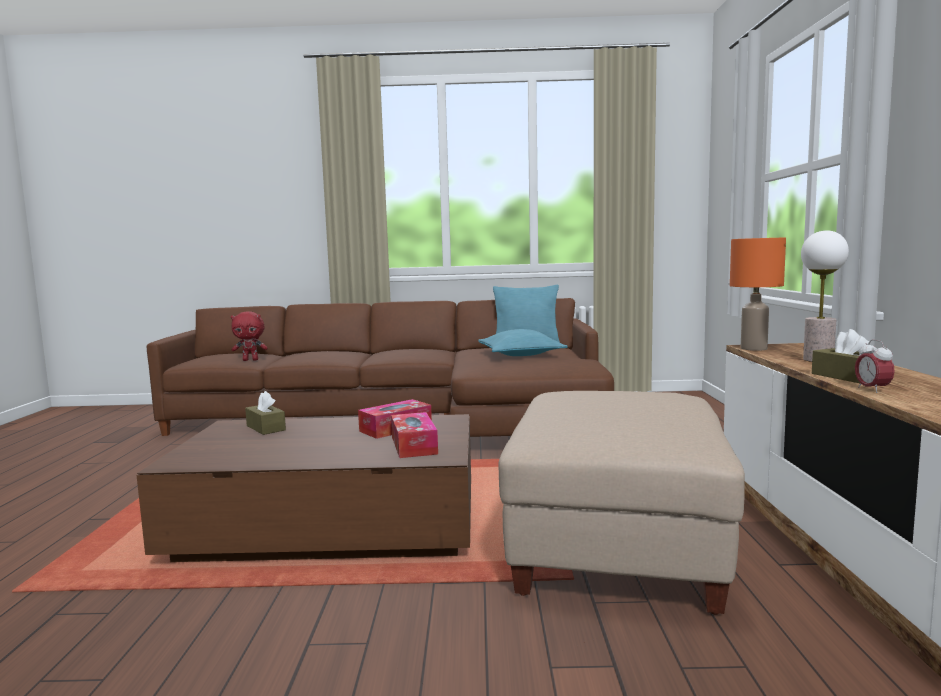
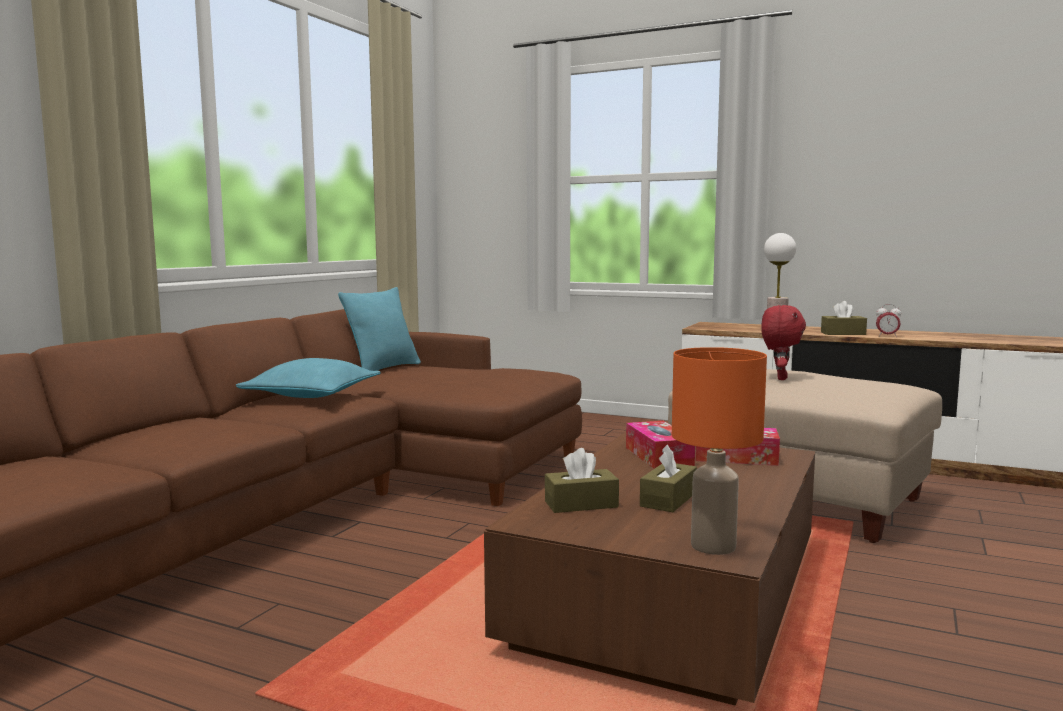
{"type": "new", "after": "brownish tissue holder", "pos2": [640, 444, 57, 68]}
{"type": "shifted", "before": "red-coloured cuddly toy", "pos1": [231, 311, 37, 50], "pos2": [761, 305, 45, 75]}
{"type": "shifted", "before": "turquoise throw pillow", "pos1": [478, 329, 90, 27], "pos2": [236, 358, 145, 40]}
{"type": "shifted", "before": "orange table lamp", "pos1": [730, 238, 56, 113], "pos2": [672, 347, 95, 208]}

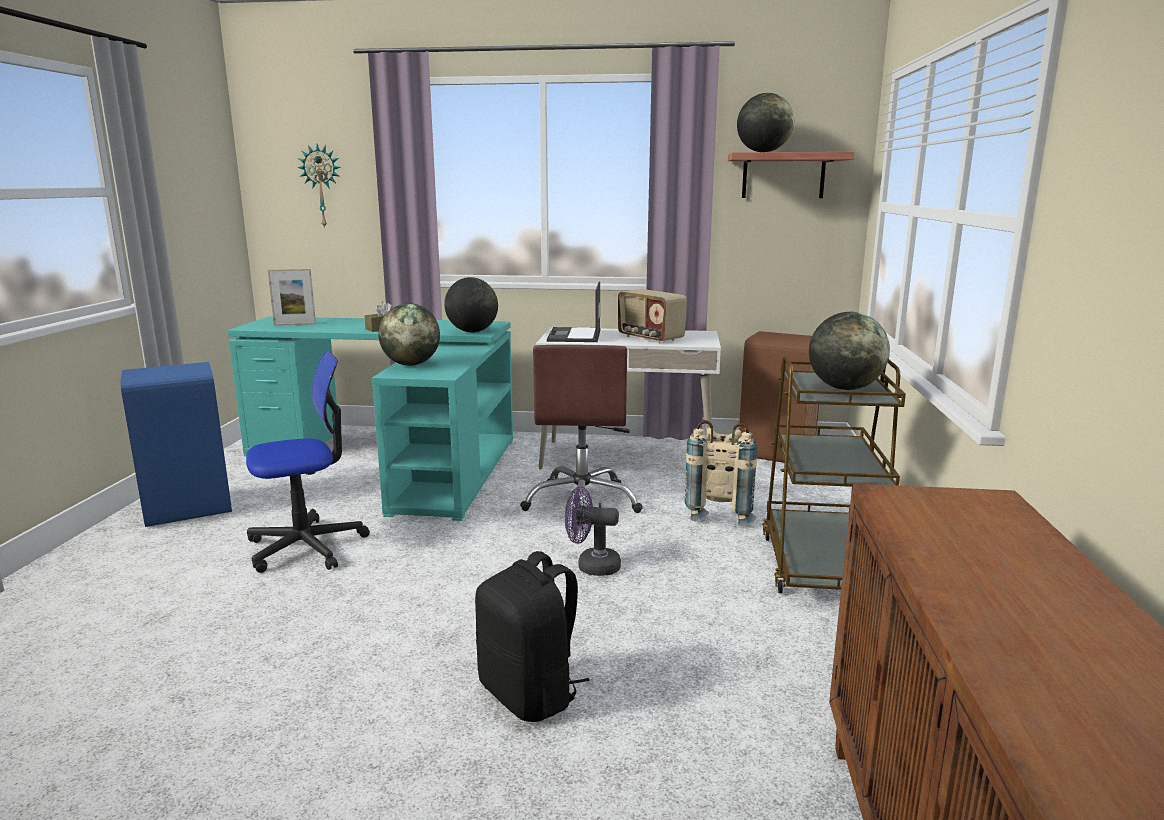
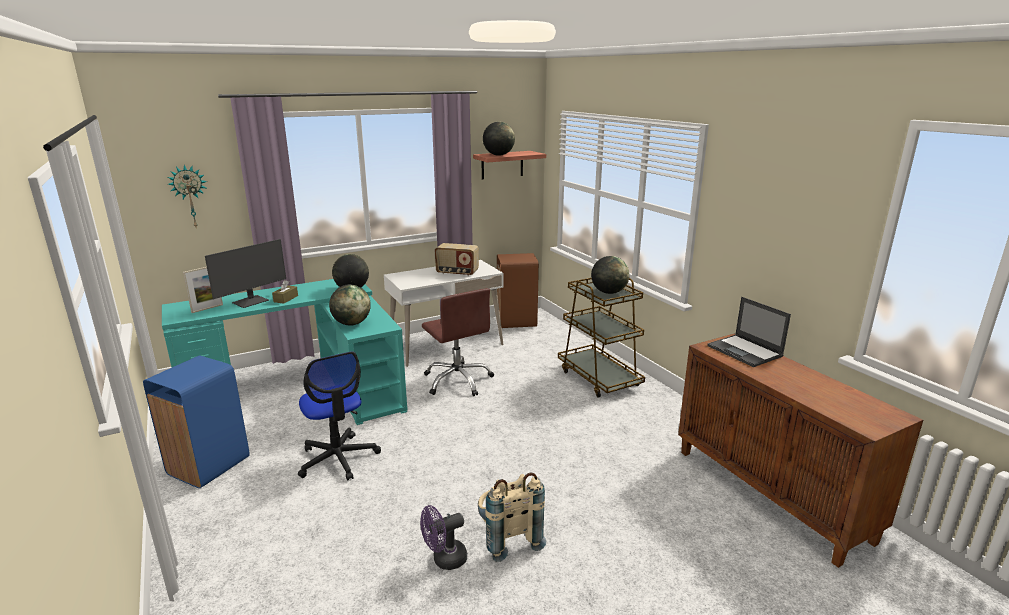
{"type": "gone", "before": "black knapsack", "pos1": [475, 551, 115, 171]}
{"type": "new", "after": "computer display", "pos2": [205, 239, 81, 69]}
{"type": "shifted", "before": "notebook computer", "pos1": [547, 281, 53, 61], "pos2": [707, 297, 84, 70]}
{"type": "shifted", "before": "purplish cooling fan", "pos1": [565, 486, 56, 90], "pos2": [420, 505, 47, 65]}
{"type": "shifted", "before": "beige-coloured knapsack", "pos1": [685, 420, 72, 106], "pos2": [478, 472, 68, 90]}
{"type": "rotated", "before": "office chair", "pos1": [246, 351, 124, 222], "pos2": [298, 351, 83, 130], "turn": 120}

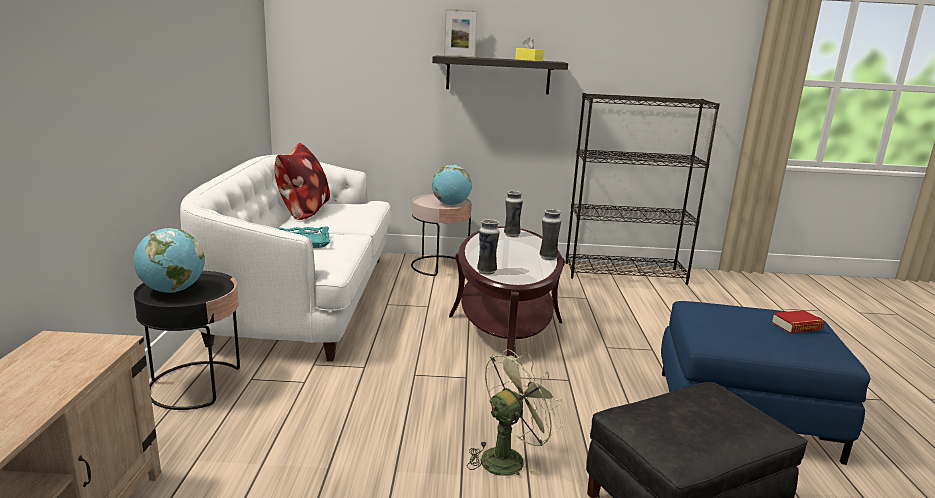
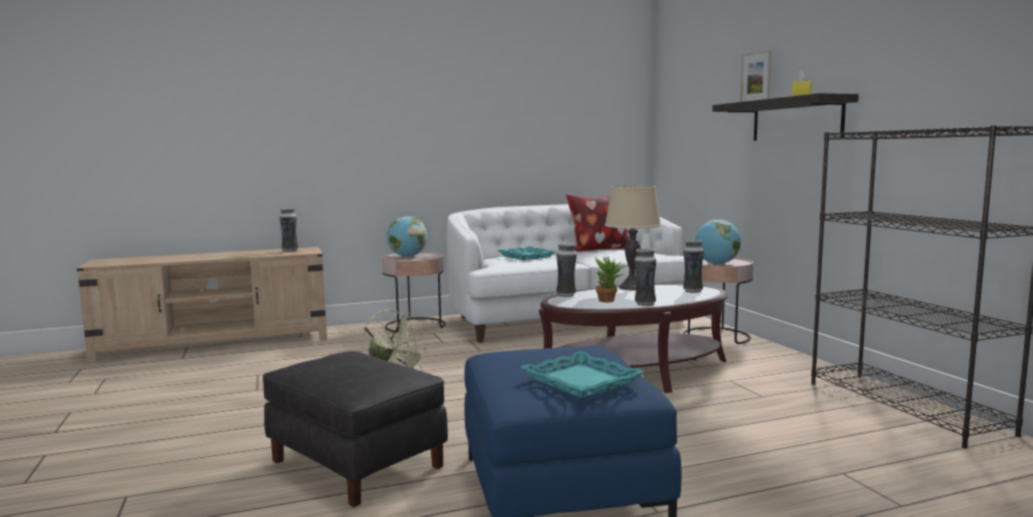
{"type": "new", "after": "decorative vase", "pos2": [280, 208, 19, 44]}
{"type": "new", "after": "plant in a pot", "pos2": [595, 257, 33, 46]}
{"type": "new", "after": "beige-coloured table lamp", "pos2": [605, 185, 56, 105]}
{"type": "swapped", "before": "volume", "after": "turquoise carrying tray", "pos1": [771, 310, 53, 23], "pos2": [520, 351, 124, 47]}
{"type": "repainted", "before": "black side table", "after": "pink side table", "pos1": [134, 271, 106, 139], "pos2": [382, 252, 64, 81]}

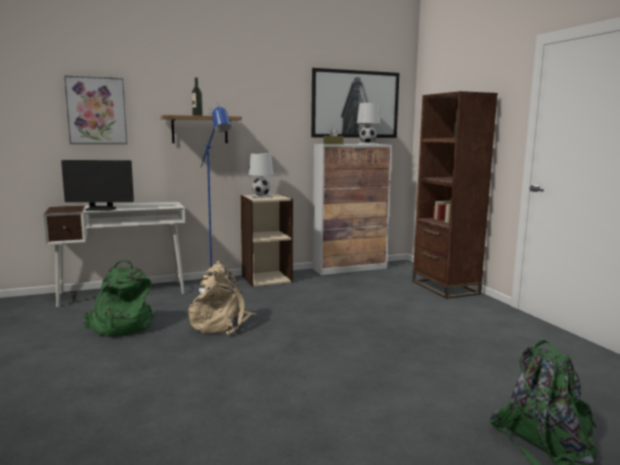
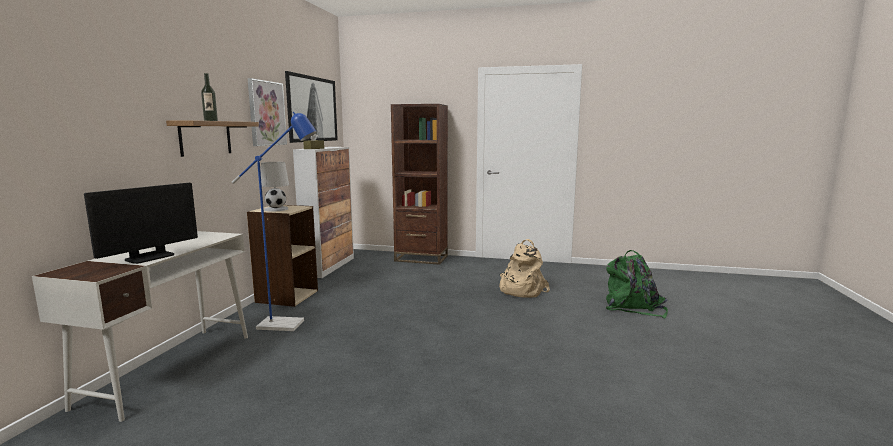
{"type": "gone", "before": "greenish knapsack", "pos1": [82, 259, 73, 78]}
{"type": "gone", "before": "whitish table lamp", "pos1": [357, 103, 23, 42]}
{"type": "shifted", "before": "picture", "pos1": [64, 75, 63, 69], "pos2": [247, 78, 40, 68]}
{"type": "shifted", "before": "beige-coloured knapsack", "pos1": [188, 260, 68, 75], "pos2": [499, 239, 51, 59]}

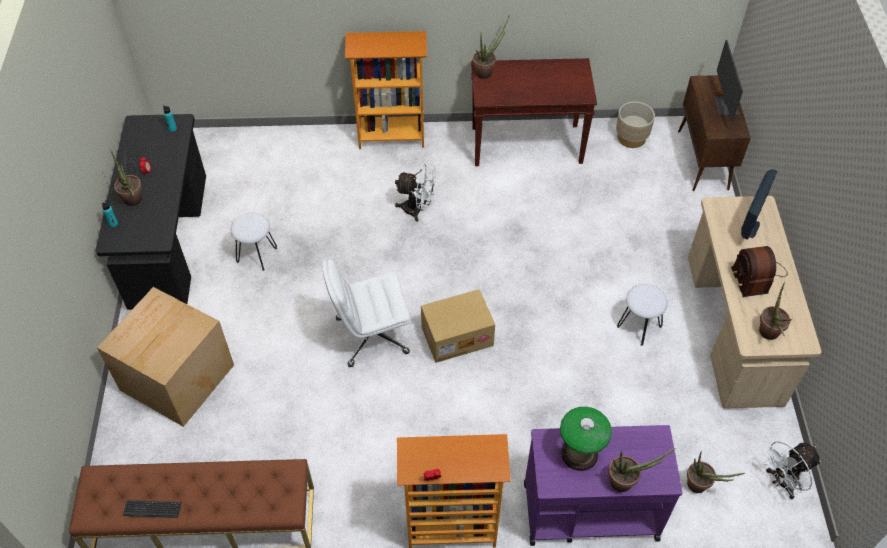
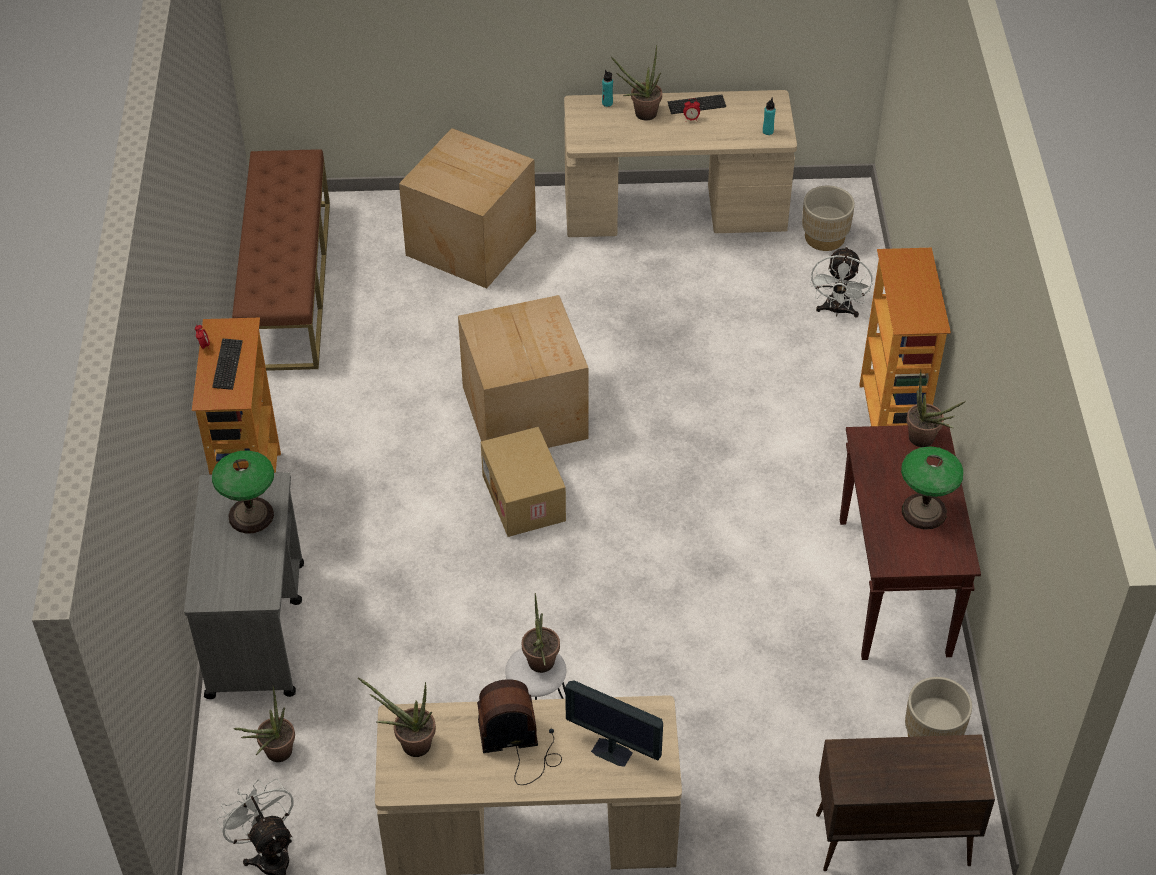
{"type": "gone", "before": "whitish stool", "pos1": [230, 213, 47, 58]}
{"type": "gone", "before": "computer display", "pos1": [714, 40, 29, 81]}
{"type": "new", "after": "beige-coloured plant pot", "pos2": [802, 186, 53, 65]}
{"type": "new", "after": "table lamp", "pos2": [901, 446, 63, 83]}
{"type": "shifted", "before": "keyboard", "pos1": [123, 500, 59, 18], "pos2": [212, 338, 31, 52]}
{"type": "shifted", "before": "whitish cooling fan", "pos1": [395, 164, 42, 58], "pos2": [810, 246, 63, 72]}
{"type": "shifted", "before": "plant in a pot", "pos1": [608, 448, 67, 44], "pos2": [522, 593, 38, 80]}
{"type": "swapped", "before": "whitish office chair", "after": "packing box", "pos1": [322, 259, 89, 108], "pos2": [458, 295, 131, 153]}
{"type": "repainted", "before": "black desk unit", "after": "beige-coloured desk unit", "pos1": [96, 114, 110, 196], "pos2": [564, 90, 233, 147]}
{"type": "repainted", "before": "purplish trolley", "after": "gray trolley", "pos1": [524, 425, 159, 121], "pos2": [184, 472, 120, 227]}

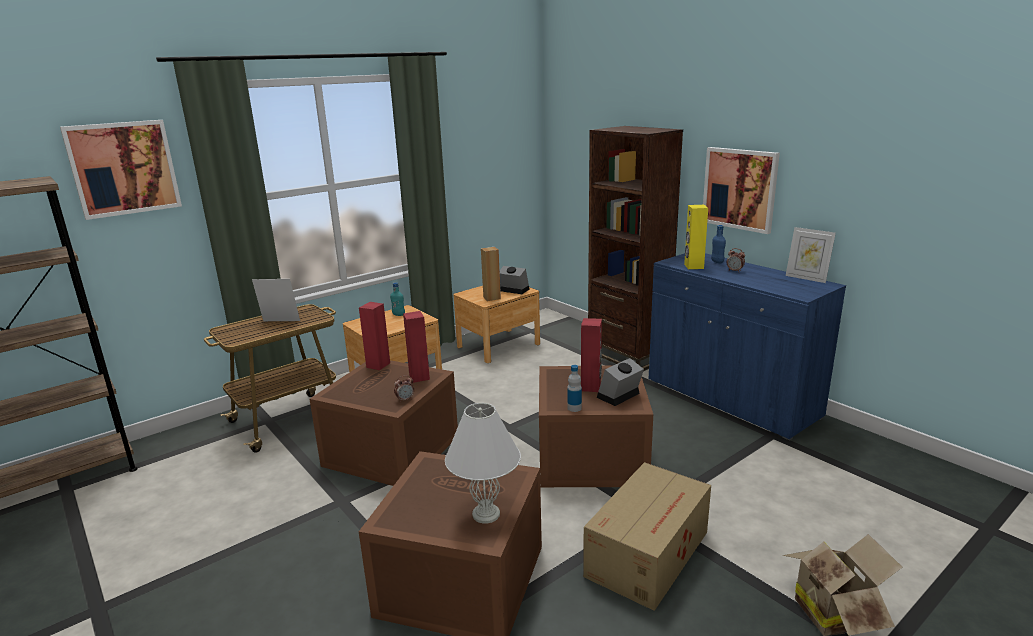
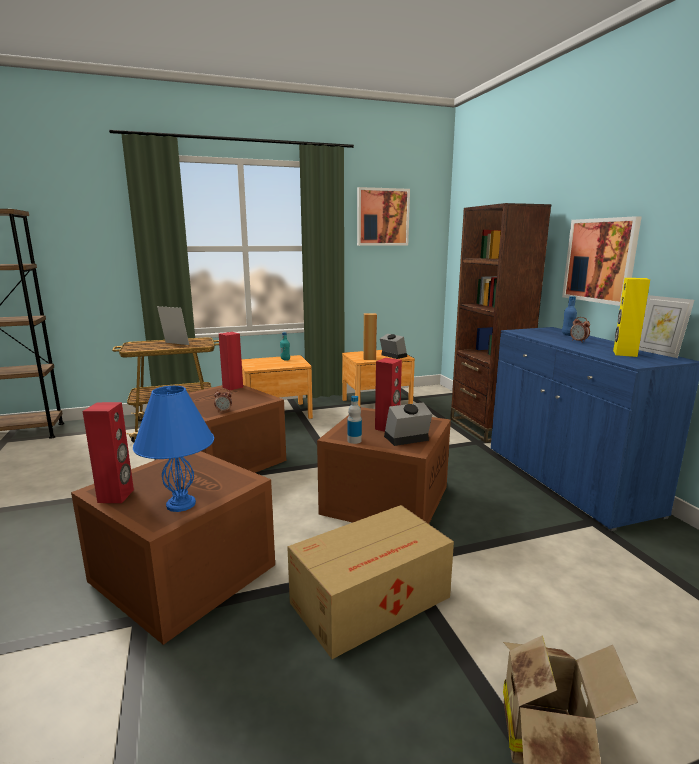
{"type": "shifted", "before": "picture", "pos1": [60, 120, 122, 100], "pos2": [357, 187, 53, 59]}
{"type": "shifted", "before": "red-coloured loudspeaker", "pos1": [403, 311, 27, 72], "pos2": [83, 402, 51, 101]}
{"type": "shifted", "before": "yellow loudspeaker", "pos1": [684, 205, 24, 64], "pos2": [613, 278, 37, 79]}
{"type": "repainted", "before": "whitish table lamp", "after": "bluish table lamp", "pos1": [445, 403, 76, 121], "pos2": [133, 386, 81, 126]}

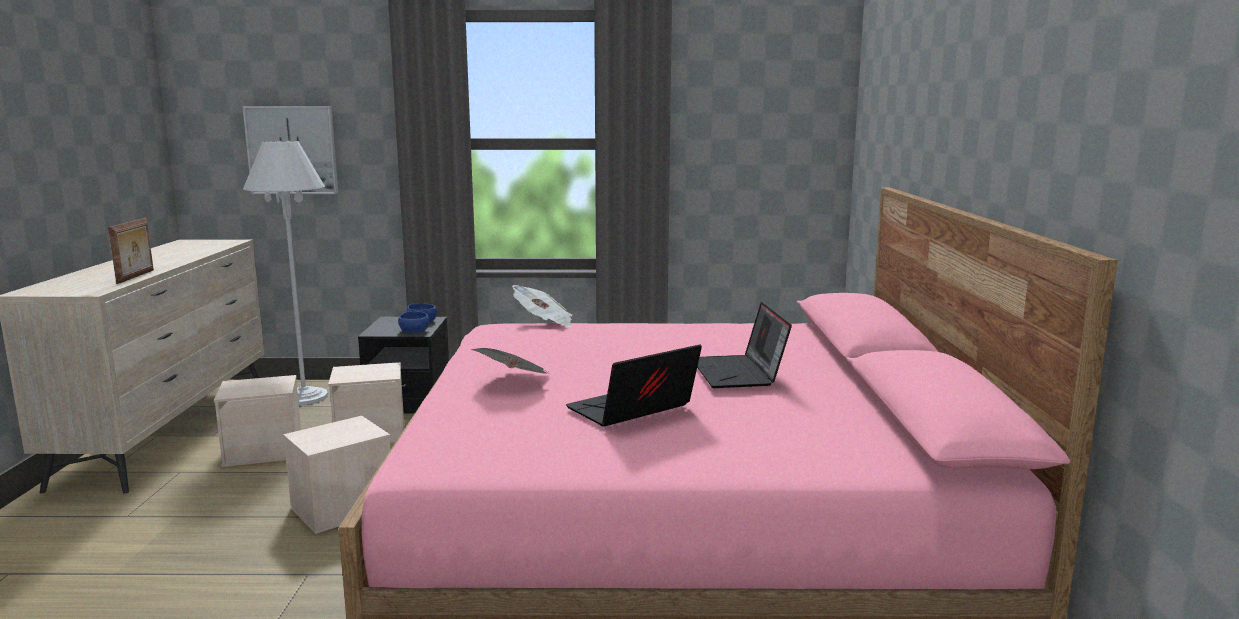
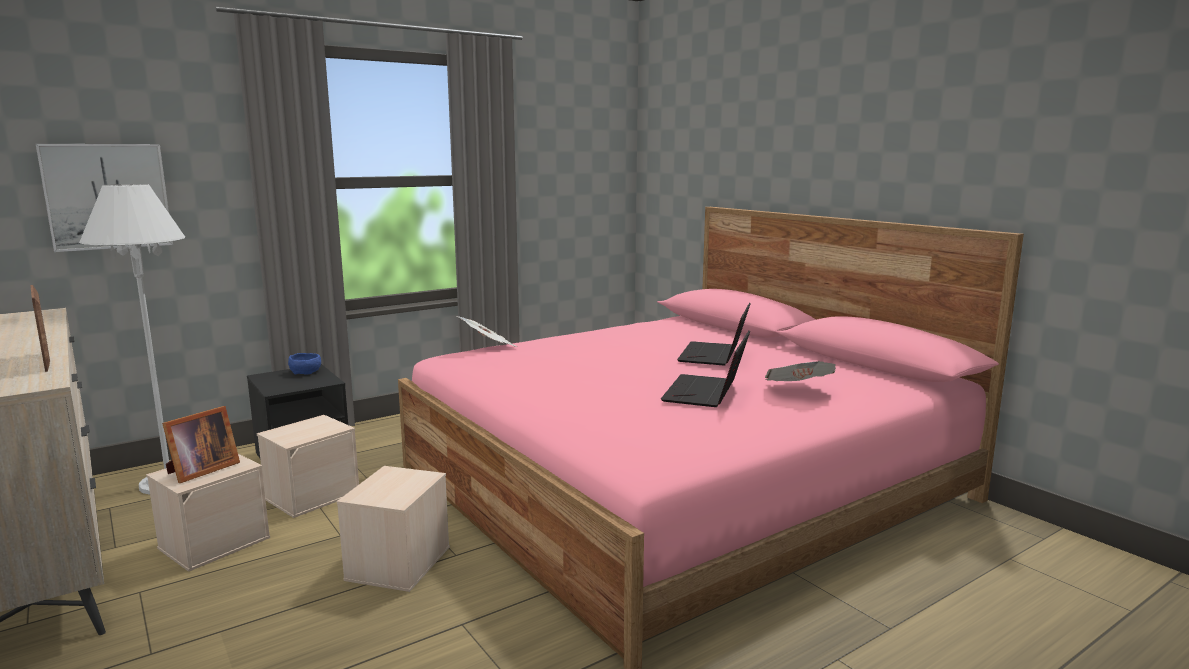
{"type": "gone", "before": "bluish serving bowl", "pos1": [398, 311, 31, 22]}
{"type": "new", "after": "picture frame", "pos2": [162, 406, 78, 77]}
{"type": "shifted", "before": "newspaper", "pos1": [471, 348, 77, 26], "pos2": [765, 361, 71, 20]}
{"type": "rotated", "before": "notebook computer", "pos1": [697, 302, 95, 86], "pos2": [677, 302, 74, 63], "turn": 60}

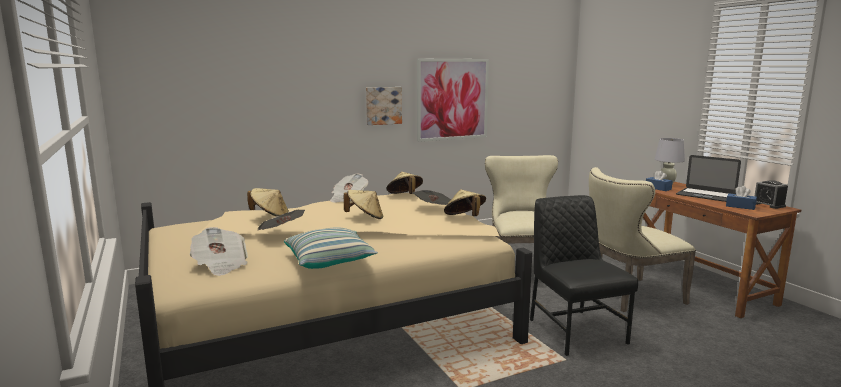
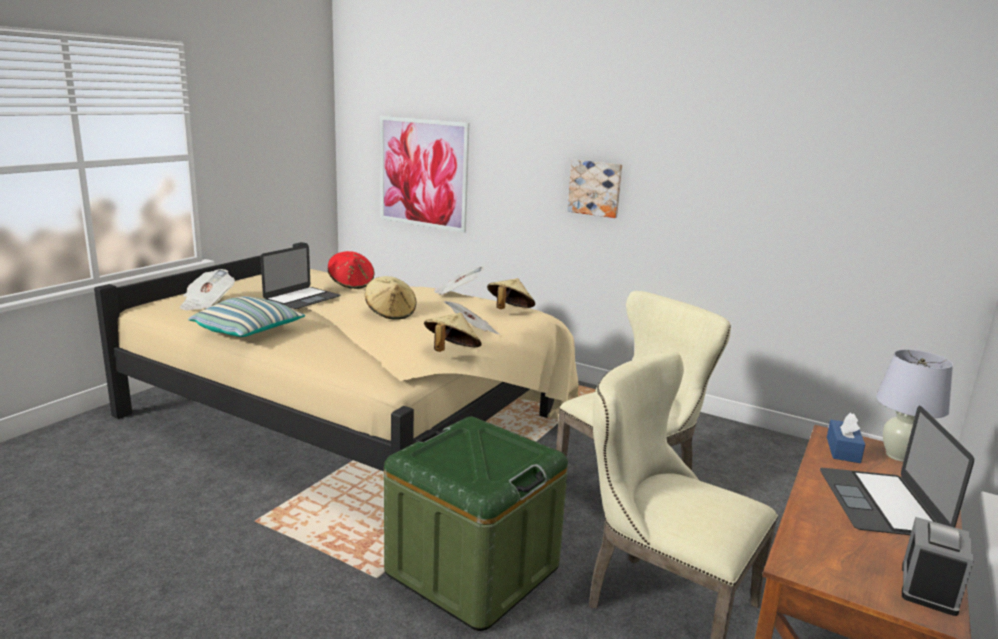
{"type": "gone", "before": "bluish tissue holder", "pos1": [726, 186, 31, 24]}
{"type": "shifted", "before": "picture", "pos1": [417, 59, 72, 83], "pos2": [380, 116, 89, 117]}
{"type": "swapped", "before": "newspaper", "after": "notebook computer", "pos1": [257, 210, 48, 20], "pos2": [261, 245, 79, 64]}
{"type": "swapped", "before": "black plain chair", "after": "greenish storage box", "pos1": [530, 195, 108, 161], "pos2": [384, 417, 184, 214]}
{"type": "repainted", "before": "beige-coloured clothing hat", "after": "red-coloured clothing hat", "pos1": [247, 188, 42, 28], "pos2": [328, 251, 47, 38]}

